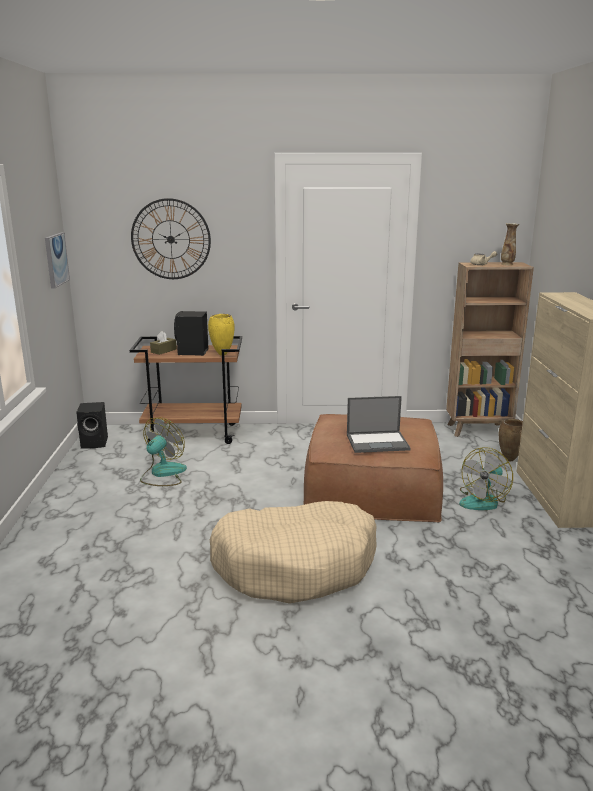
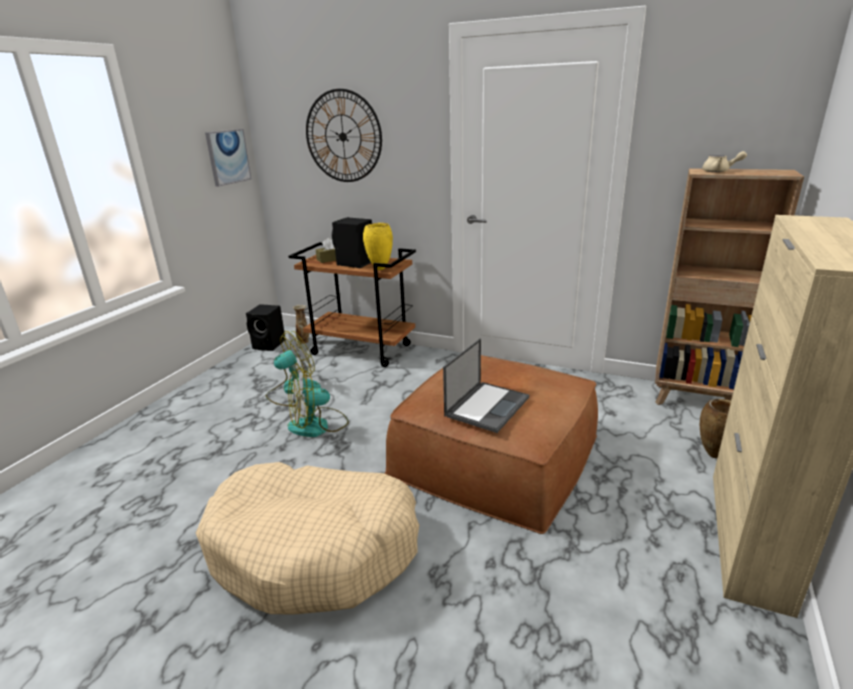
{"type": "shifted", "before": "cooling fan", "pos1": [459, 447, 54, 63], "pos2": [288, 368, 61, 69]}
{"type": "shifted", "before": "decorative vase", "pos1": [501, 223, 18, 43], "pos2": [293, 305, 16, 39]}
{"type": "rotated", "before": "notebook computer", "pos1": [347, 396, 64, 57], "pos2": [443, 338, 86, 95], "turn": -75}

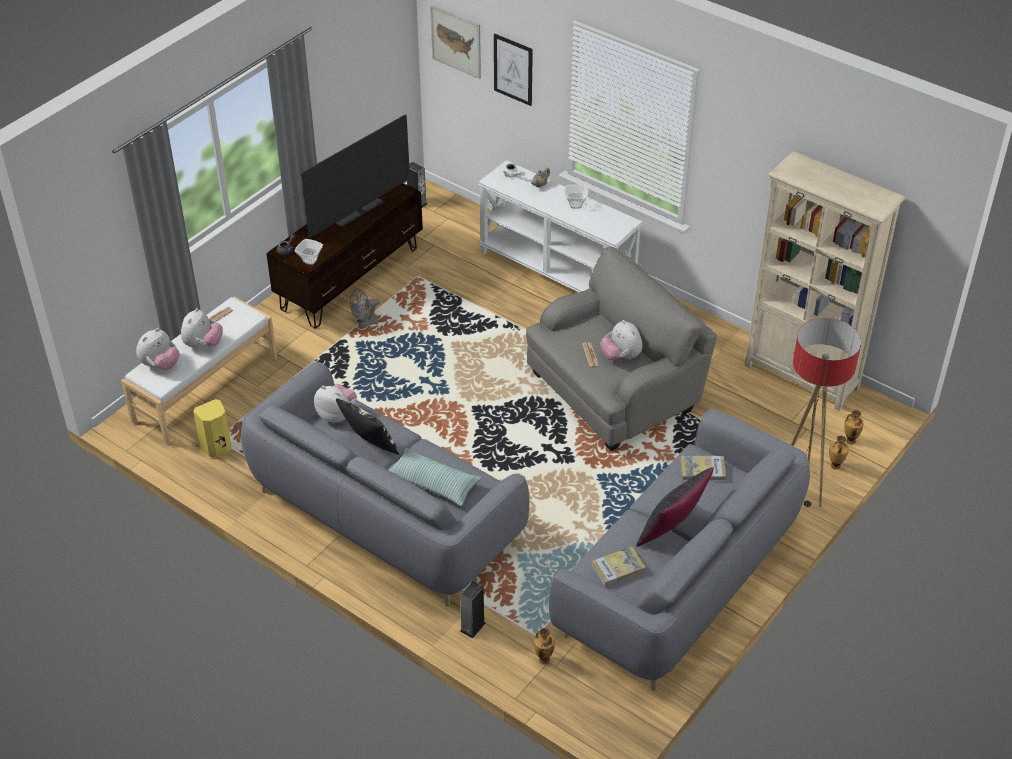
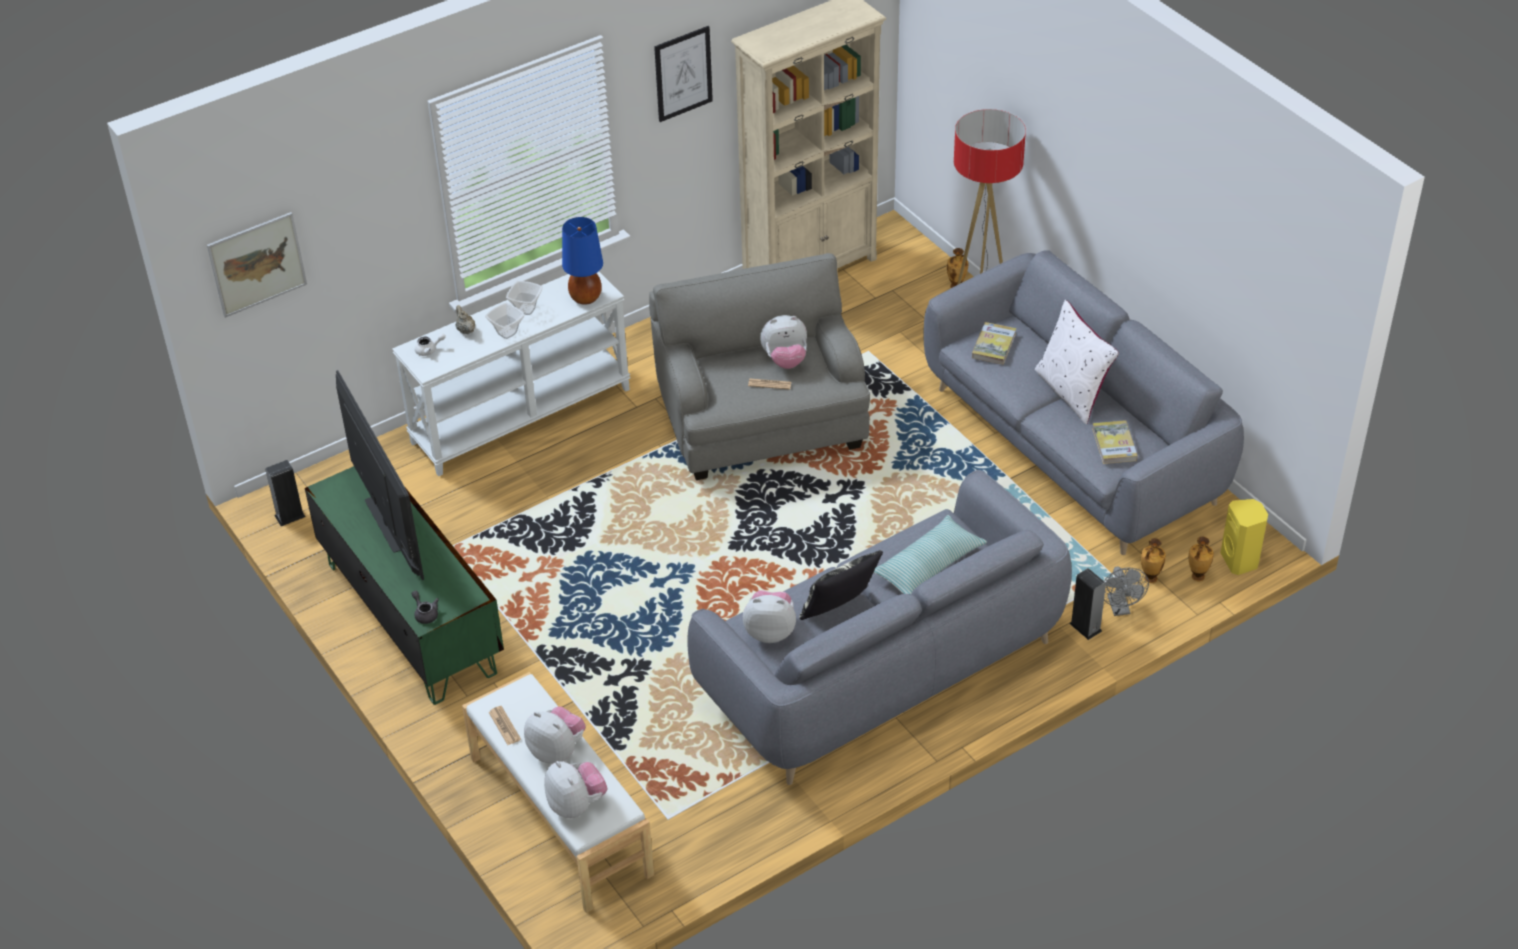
{"type": "new", "after": "bluish table lamp", "pos2": [562, 217, 41, 88]}
{"type": "shifted", "before": "yellow loudspeaker", "pos1": [193, 399, 39, 58], "pos2": [1221, 499, 47, 76]}
{"type": "shifted", "before": "serving bowl", "pos1": [294, 239, 29, 26], "pos2": [485, 302, 40, 37]}
{"type": "shifted", "before": "gray cooling fan", "pos1": [350, 288, 30, 40], "pos2": [1104, 566, 45, 50]}
{"type": "shifted", "before": "picture", "pos1": [494, 34, 39, 72], "pos2": [654, 26, 59, 96]}
{"type": "shifted", "before": "decorative vase", "pos1": [844, 410, 20, 35], "pos2": [1189, 536, 25, 45]}
{"type": "repainted", "before": "brownish media console", "after": "greenish media console", "pos1": [266, 183, 157, 146], "pos2": [305, 466, 199, 239]}
{"type": "repainted", "before": "black throw pillow", "after": "whitish throw pillow", "pos1": [636, 467, 78, 80], "pos2": [1035, 300, 84, 124]}
{"type": "rotated", "before": "cuddly toy", "pos1": [314, 384, 43, 39], "pos2": [743, 590, 53, 53], "turn": 45}

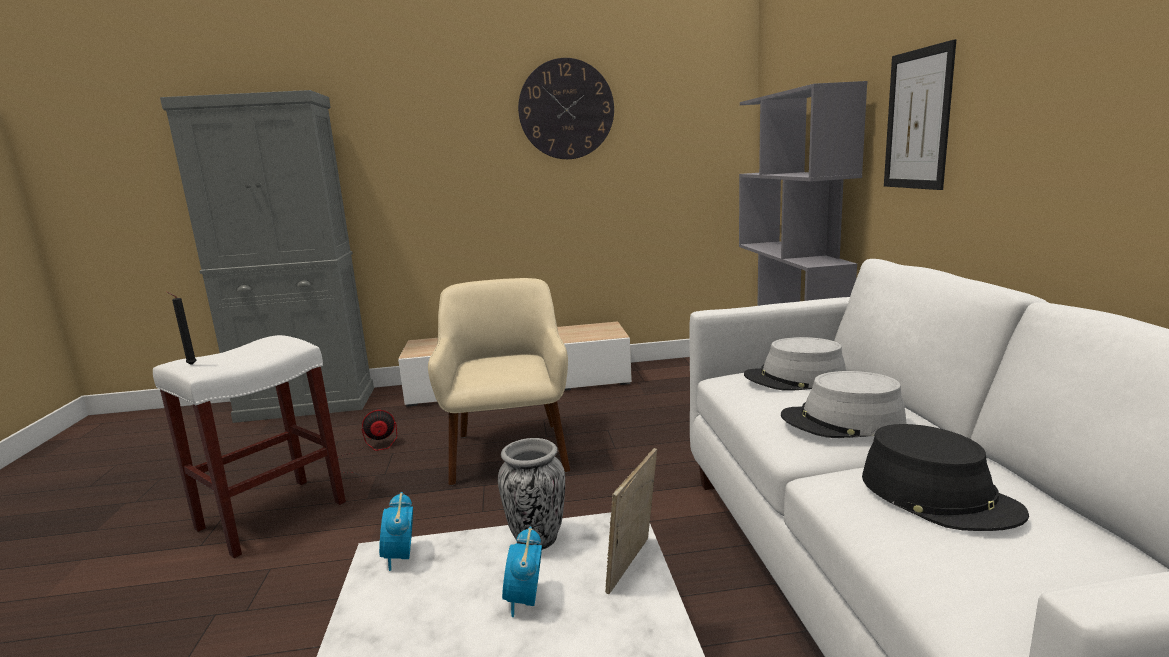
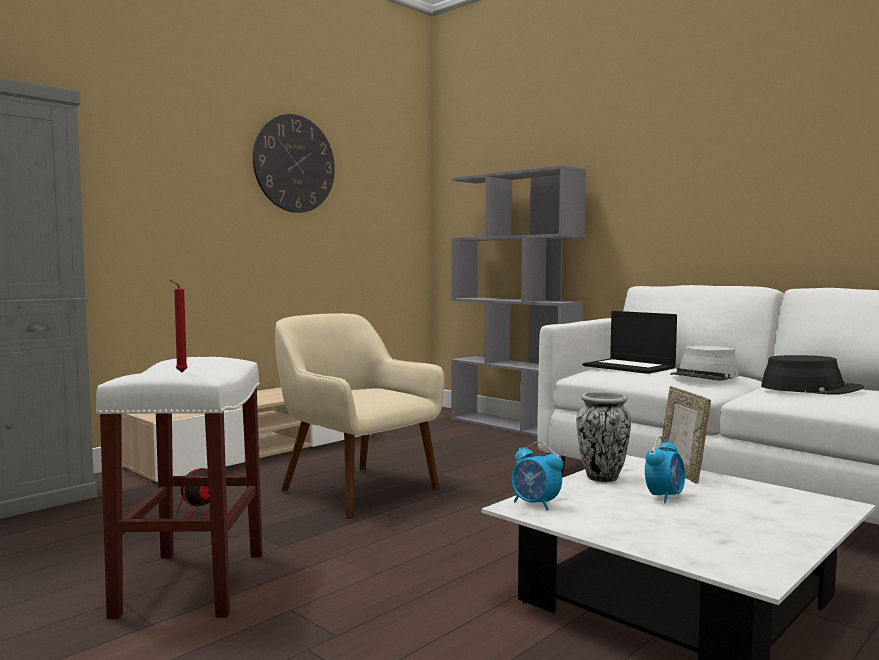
{"type": "gone", "before": "picture", "pos1": [884, 39, 72, 151]}
{"type": "swapped", "before": "gray clothing hat", "after": "notebook computer", "pos1": [744, 337, 102, 54], "pos2": [583, 311, 94, 63]}
{"type": "repainted", "before": "black candle", "after": "red-coloured candle", "pos1": [167, 292, 29, 73], "pos2": [169, 280, 19, 92]}
{"type": "rotated", "before": "bedside clock", "pos1": [502, 527, 40, 90], "pos2": [645, 436, 40, 68], "turn": -105}

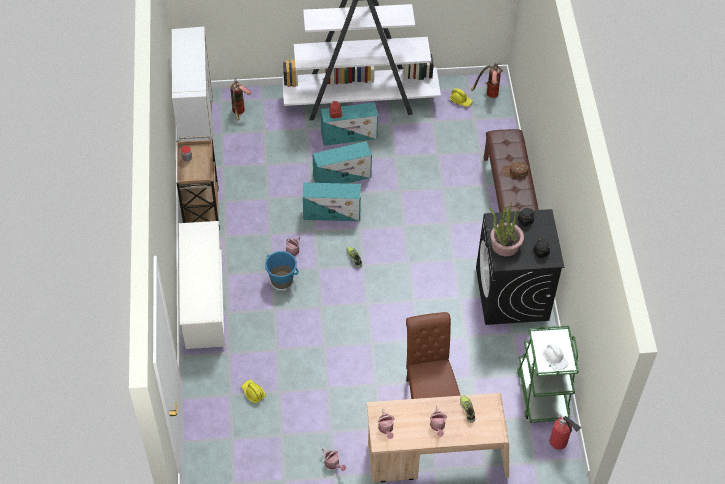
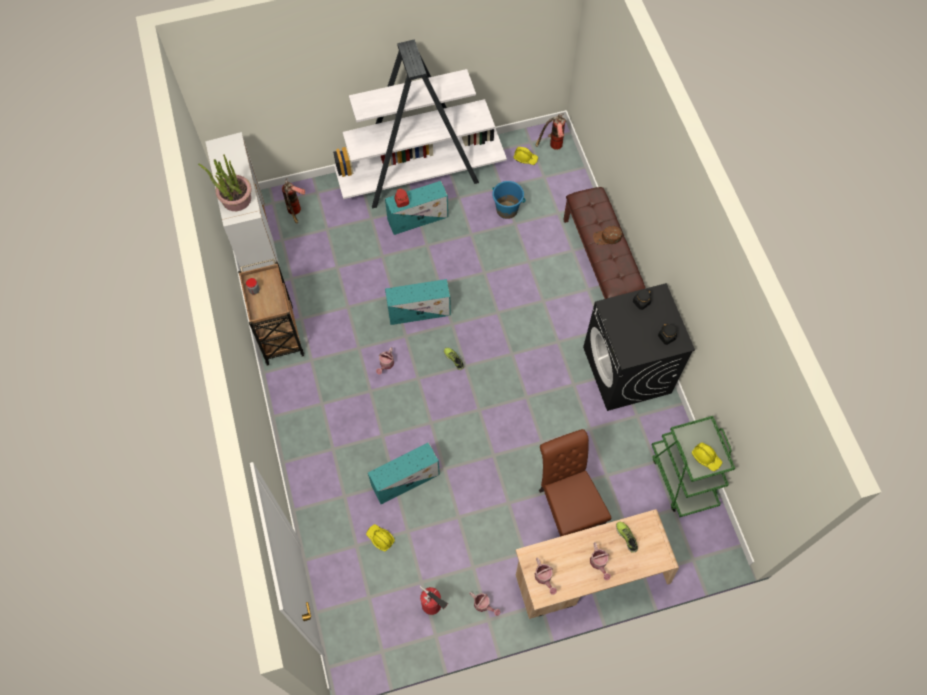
{"type": "gone", "before": "whitish shoe stand", "pos1": [179, 221, 46, 128]}
{"type": "shifted", "before": "bluish water bucket", "pos1": [265, 251, 34, 38], "pos2": [492, 181, 34, 38]}
{"type": "shifted", "before": "turquoise storage box", "pos1": [313, 141, 59, 43], "pos2": [368, 442, 72, 62]}
{"type": "shifted", "before": "plant in a pot", "pos1": [489, 203, 35, 53], "pos2": [198, 154, 54, 57]}
{"type": "shifted", "before": "fire-fighting cylinder", "pos1": [550, 411, 31, 39], "pos2": [420, 586, 28, 29]}
{"type": "repainted", "before": "whitish hard hat", "after": "yellow hard hat", "pos1": [542, 343, 26, 27], "pos2": [692, 443, 30, 28]}

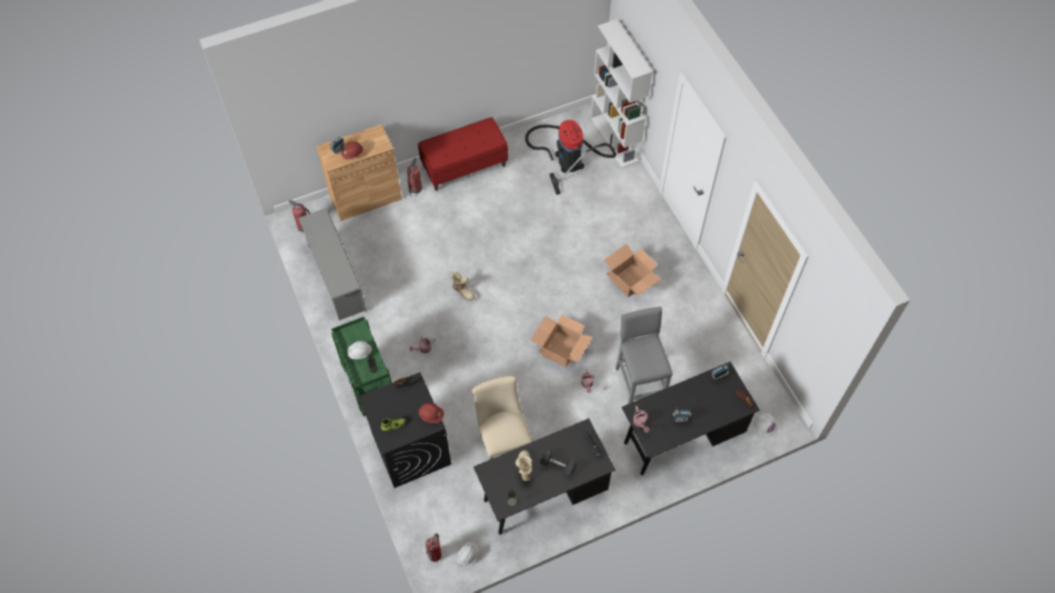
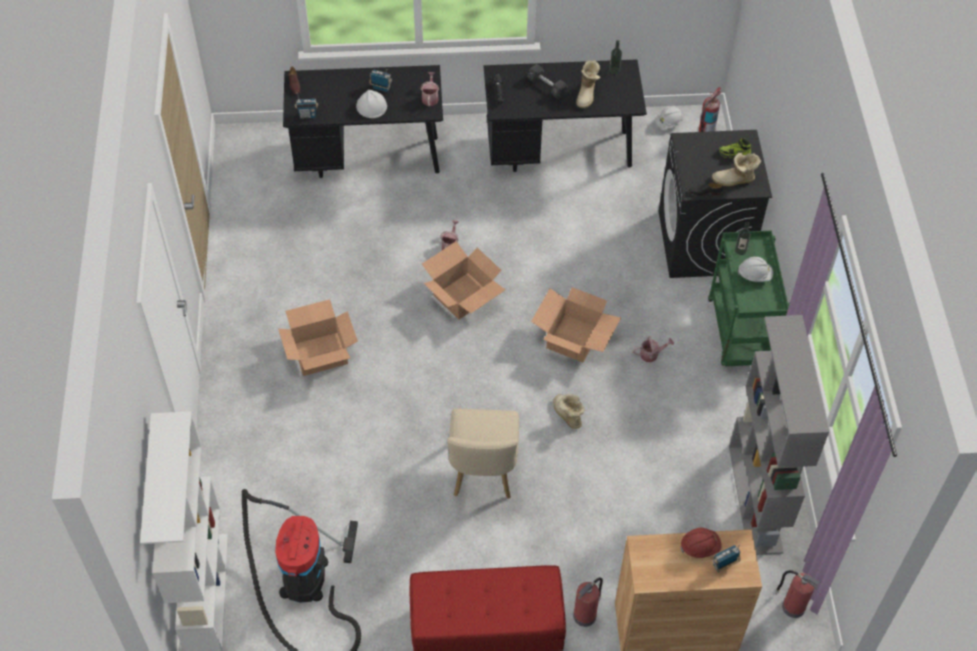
{"type": "gone", "before": "red-coloured hard hat", "pos1": [419, 403, 25, 20]}
{"type": "gone", "before": "gray stool", "pos1": [615, 306, 58, 98]}
{"type": "new", "after": "packing box", "pos2": [531, 287, 90, 75]}
{"type": "new", "after": "high-top boot", "pos2": [712, 152, 49, 34]}
{"type": "shifted", "before": "beige-coloured plain chair", "pos1": [472, 376, 61, 83], "pos2": [447, 409, 72, 90]}
{"type": "shifted", "before": "whitish hard hat", "pos1": [754, 413, 23, 23], "pos2": [356, 90, 31, 28]}
{"type": "swapped", "before": "gray shoe stand", "after": "gray shelving unit", "pos1": [298, 208, 69, 112], "pos2": [729, 315, 100, 240]}

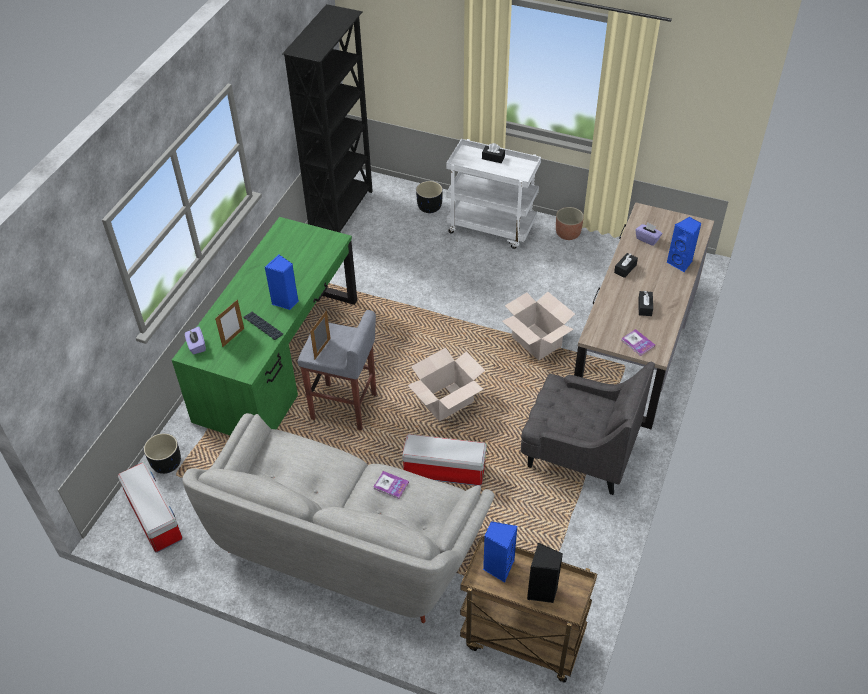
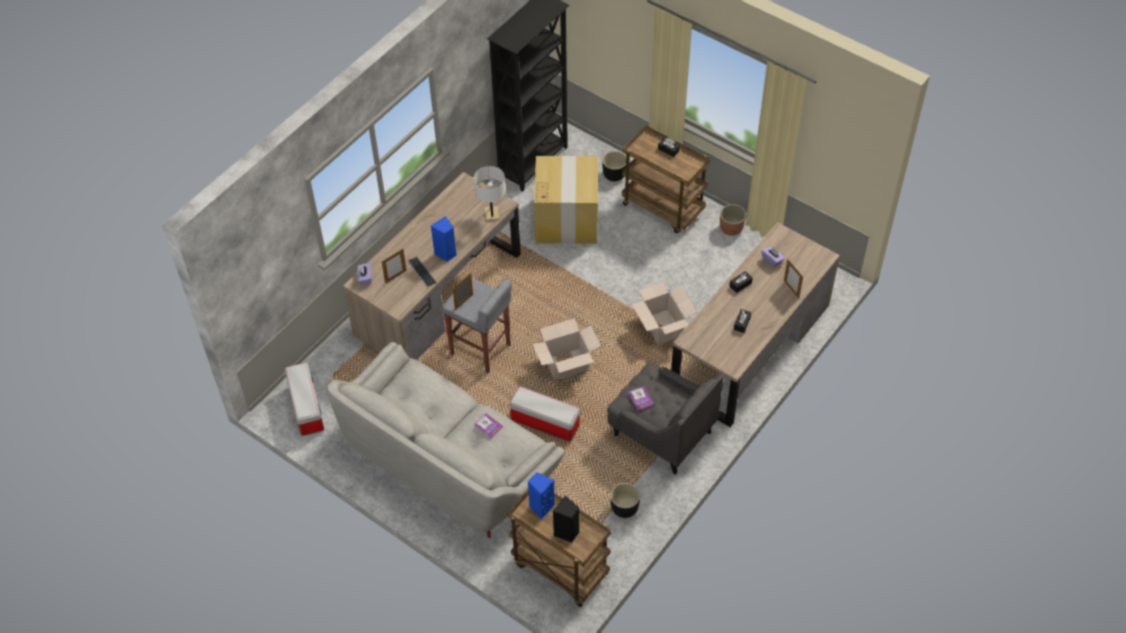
{"type": "new", "after": "whitish table lamp", "pos2": [474, 166, 32, 55]}
{"type": "new", "after": "packing box", "pos2": [534, 156, 64, 88]}
{"type": "shifted", "before": "black plant pot", "pos1": [144, 433, 37, 41], "pos2": [611, 483, 29, 35]}
{"type": "shifted", "before": "volume", "pos1": [621, 329, 34, 27], "pos2": [629, 386, 25, 25]}
{"type": "swapped", "before": "bluish loudspeaker", "after": "picture frame", "pos1": [667, 217, 34, 56], "pos2": [784, 259, 19, 39]}
{"type": "repainted", "before": "greenish desk unit", "after": "brownish desk unit", "pos1": [172, 217, 185, 219], "pos2": [343, 172, 178, 188]}
{"type": "repainted", "before": "whitish trolley", "after": "brownish trolley", "pos1": [446, 139, 95, 110], "pos2": [622, 125, 88, 108]}

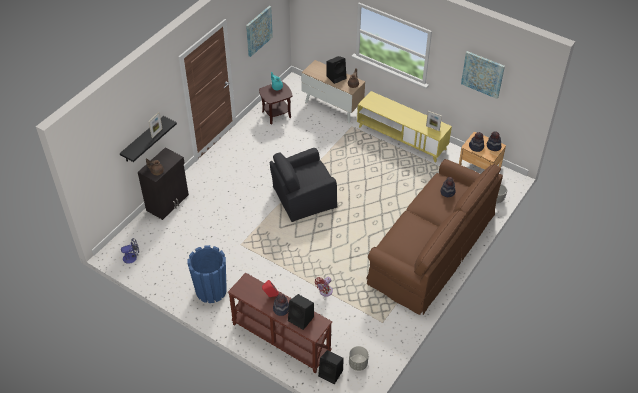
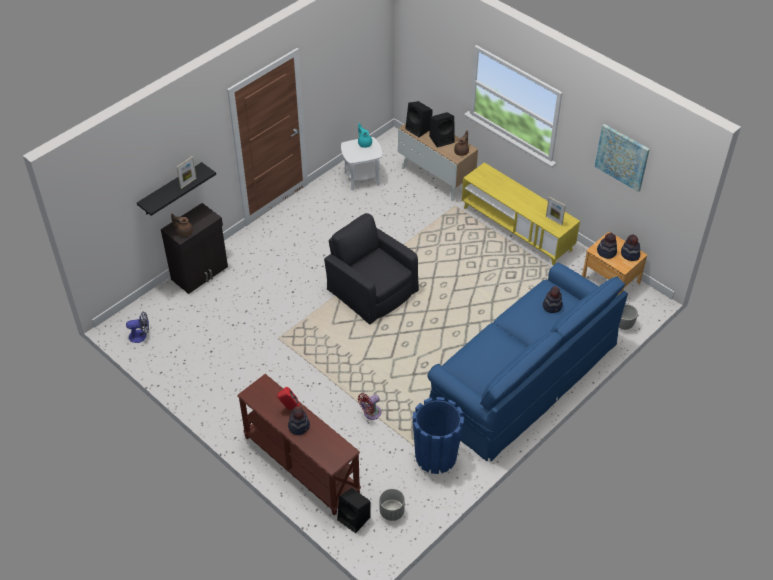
{"type": "gone", "before": "picture", "pos1": [246, 6, 27, 51]}
{"type": "shifted", "before": "bluish plant pot", "pos1": [187, 245, 40, 58], "pos2": [413, 397, 51, 77]}
{"type": "shifted", "before": "black loudspeaker", "pos1": [288, 294, 26, 36], "pos2": [405, 101, 28, 36]}
{"type": "repainted", "before": "brownish side table", "after": "whitish side table", "pos1": [259, 82, 33, 42], "pos2": [341, 137, 41, 53]}
{"type": "repainted", "before": "brownish sofa", "after": "bluish sofa", "pos1": [366, 159, 137, 156], "pos2": [427, 263, 201, 199]}
{"type": "rotated", "before": "black armchair", "pos1": [269, 148, 68, 74], "pos2": [324, 213, 95, 111], "turn": 60}

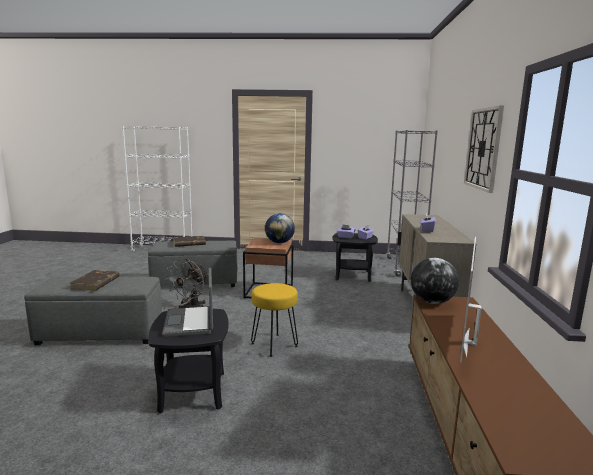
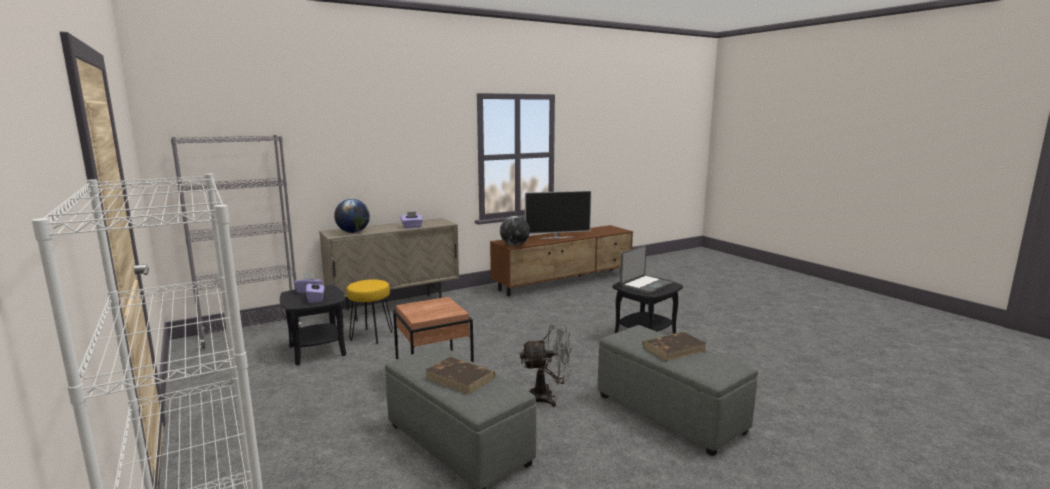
{"type": "gone", "before": "clock on the wall", "pos1": [464, 105, 40, 88]}
{"type": "shifted", "before": "yellow stool", "pos1": [251, 283, 47, 74], "pos2": [346, 279, 47, 65]}
{"type": "shifted", "before": "world globe", "pos1": [265, 213, 30, 30], "pos2": [334, 199, 36, 34]}

